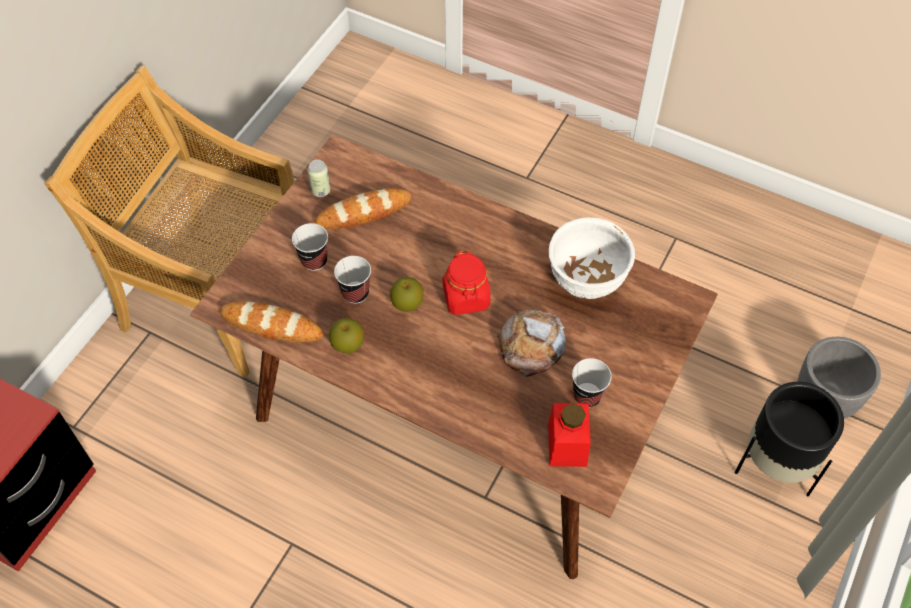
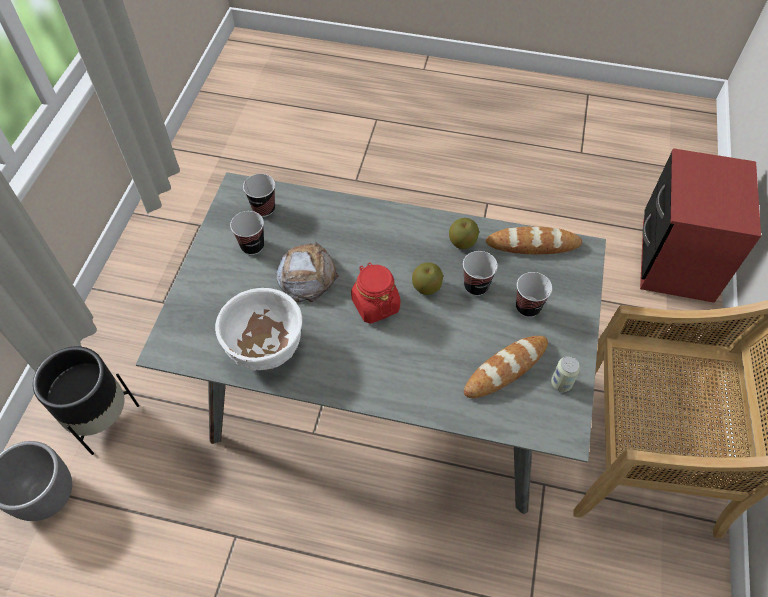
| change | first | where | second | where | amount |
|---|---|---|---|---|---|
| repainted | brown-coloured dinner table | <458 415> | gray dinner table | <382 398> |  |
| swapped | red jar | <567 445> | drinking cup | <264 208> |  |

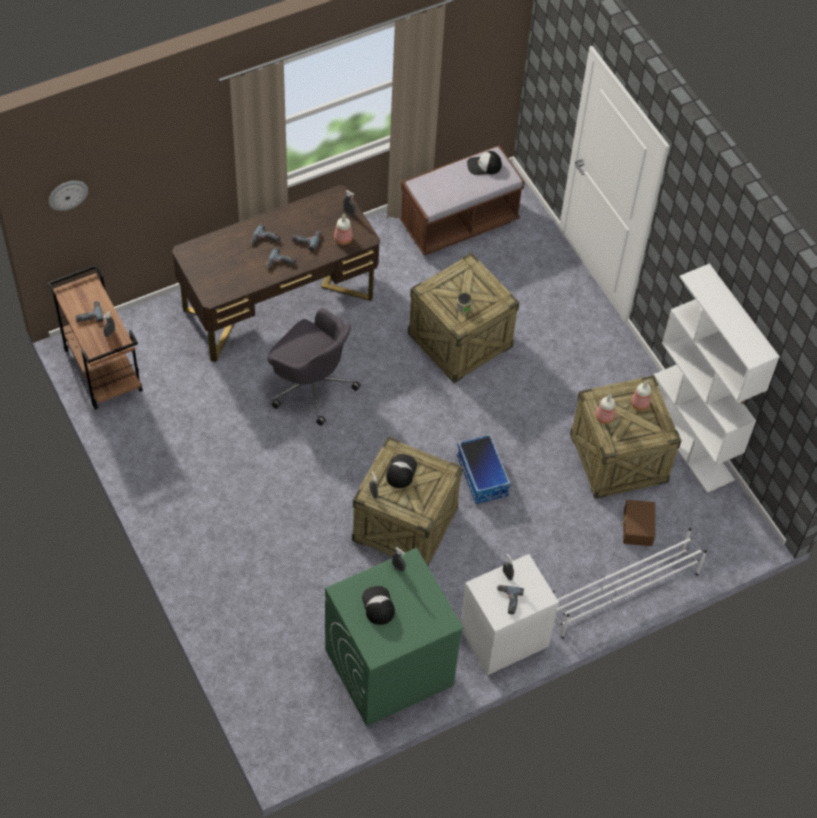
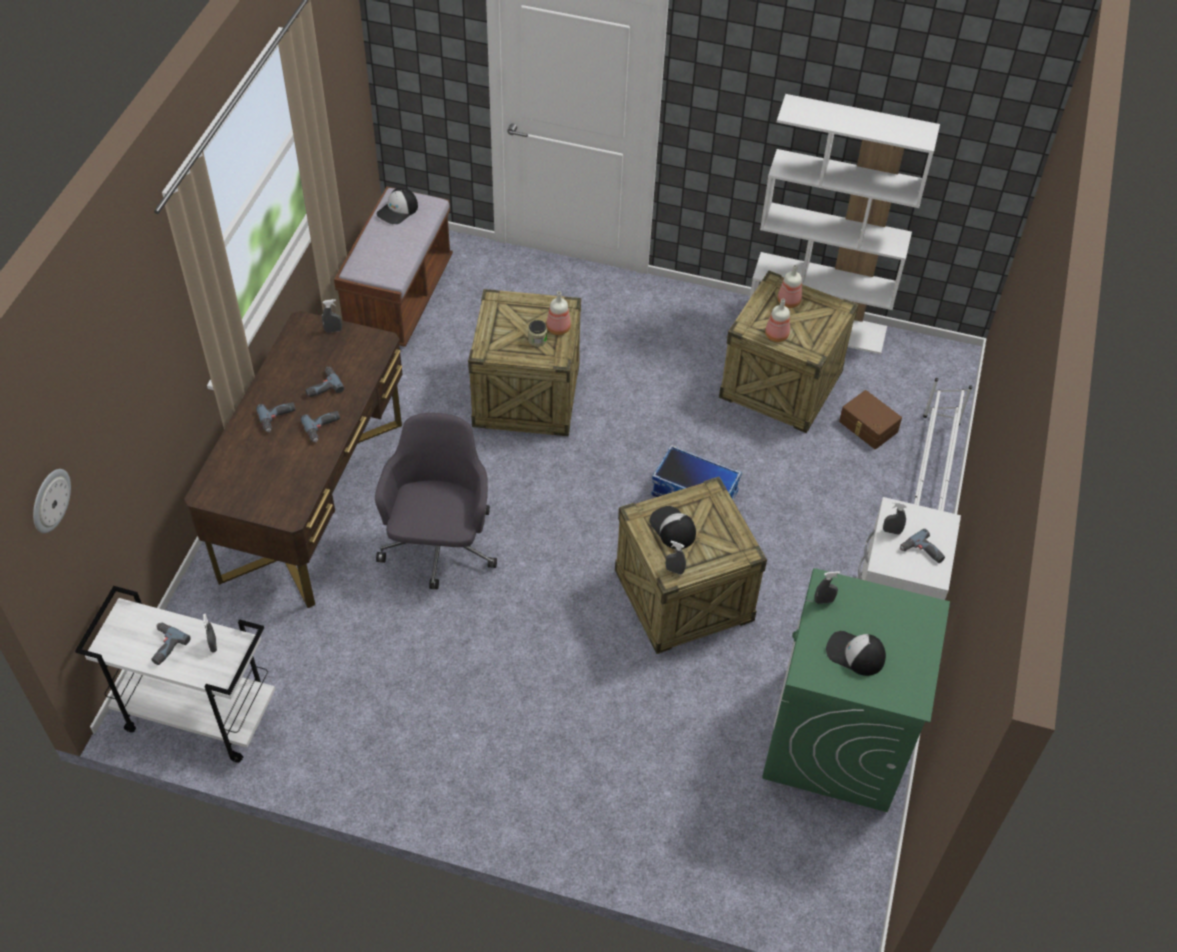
| change | first | where | second | where | amount |
|---|---|---|---|---|---|
| repainted | brown-coloured trolley | <102 369> | white-coloured trolley | <197 715> |  |
| rotated | gray office chair | <311 385> |  | <440 547> | 75 degrees counterclockwise |
| shifted | drink bottle | <342 239> |  | <558 329> |  |

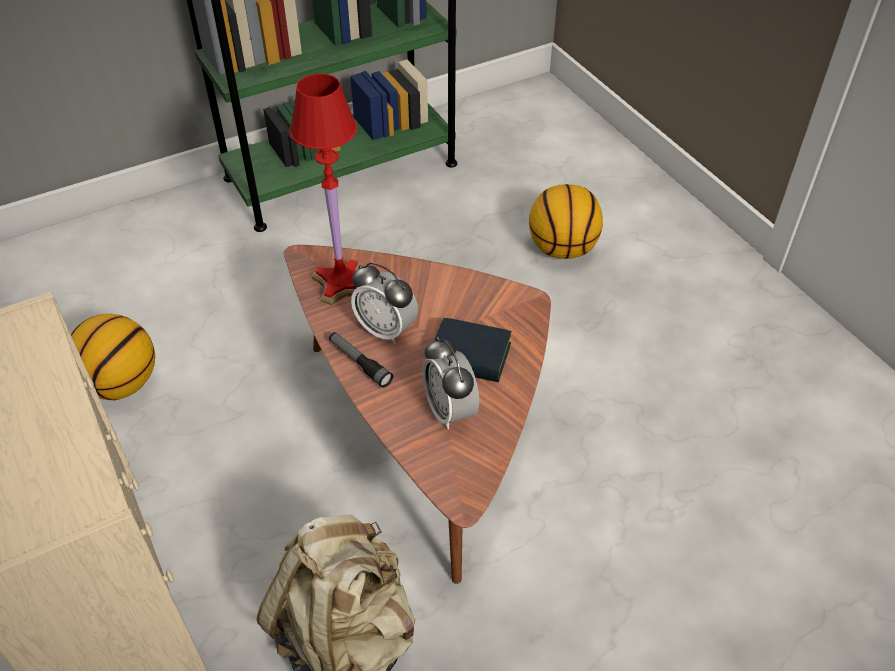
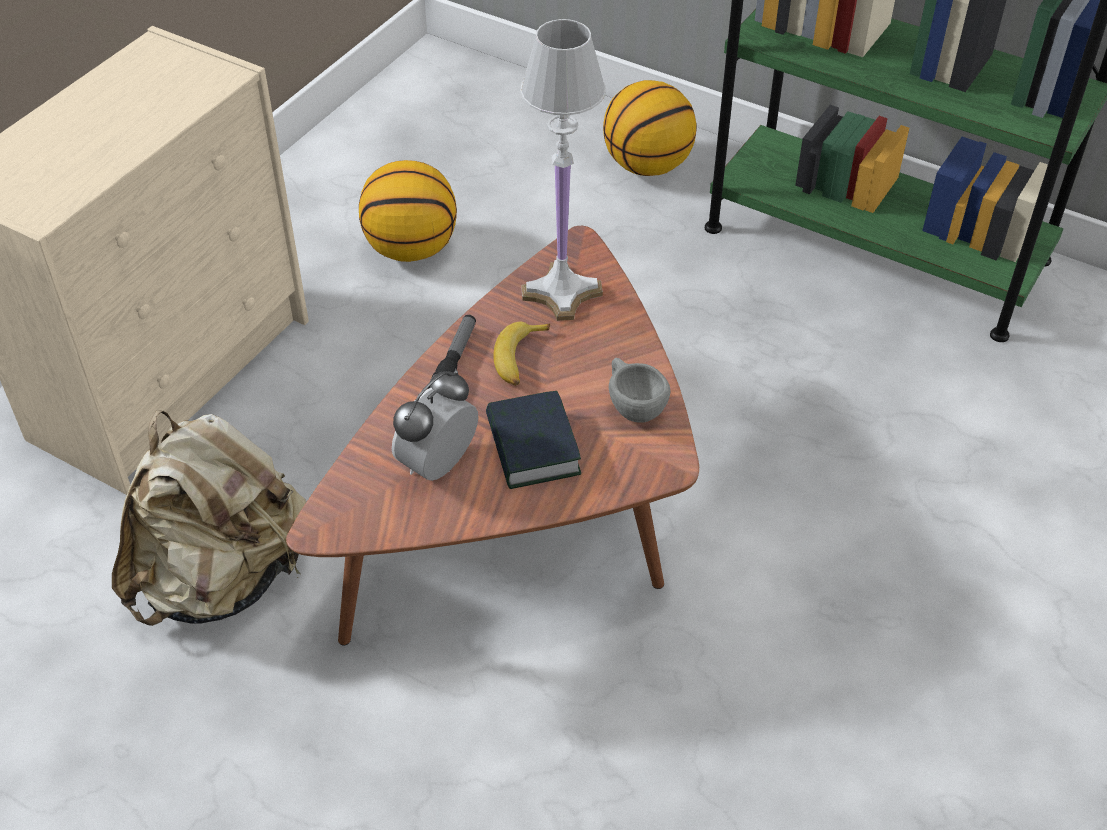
| change | first | where | second | where | amount |
|---|---|---|---|---|---|
| swapped | alarm clock | <386 329> | whole banana | <520 359> |  |
| repainted | red lamp for a table | <340 284> | white-coloured lamp for a table | <561 292> |  |
| shifted | basketball ball | <562 249> |  | <647 165> |  |
| new |  |  | gray drinking cup | <633 405> |  |

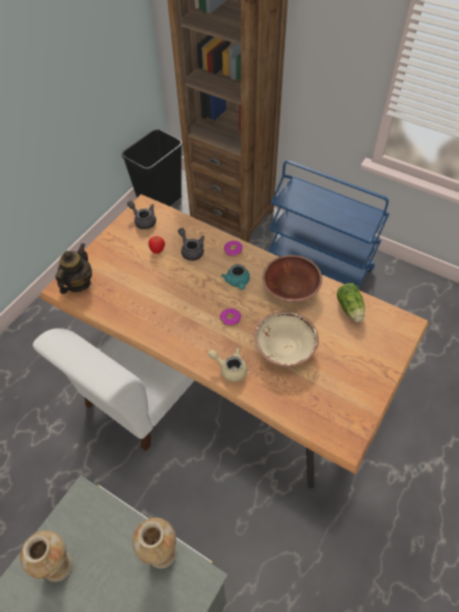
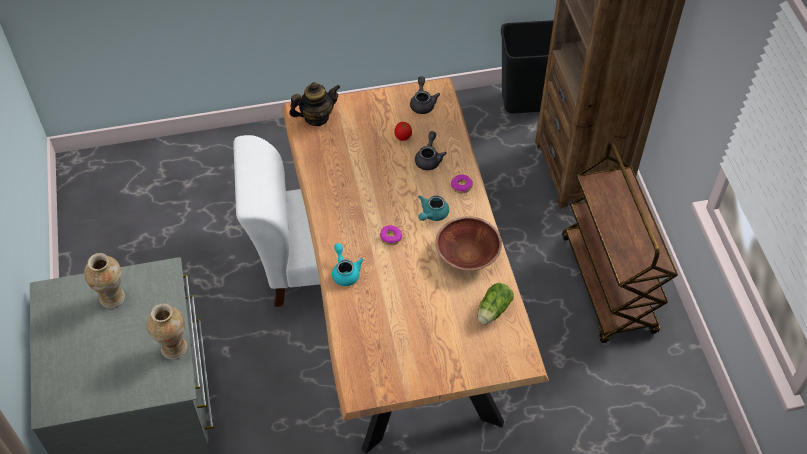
| change | first | where | second | where | amount |
|---|---|---|---|---|---|
| repainted | sand-coloured tea pot | <230 369> | blue-green tea pot | <345 272> |  |
| repainted | bluish trolley | <319 264> | brown-coloured trolley | <608 285> |  |
| gone | sand-coloured deep dish | <285 347> |  |  |  |

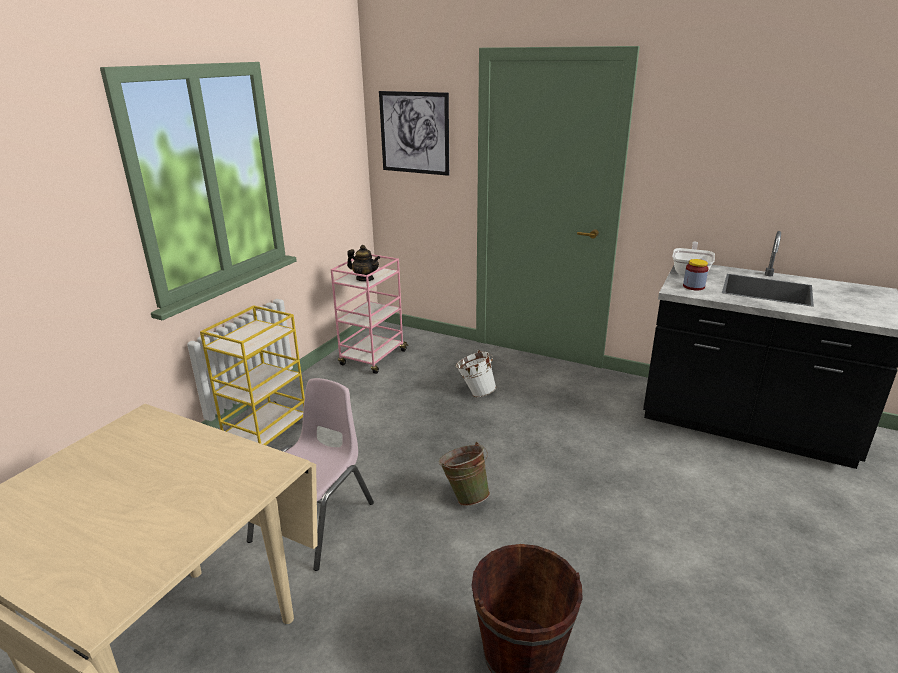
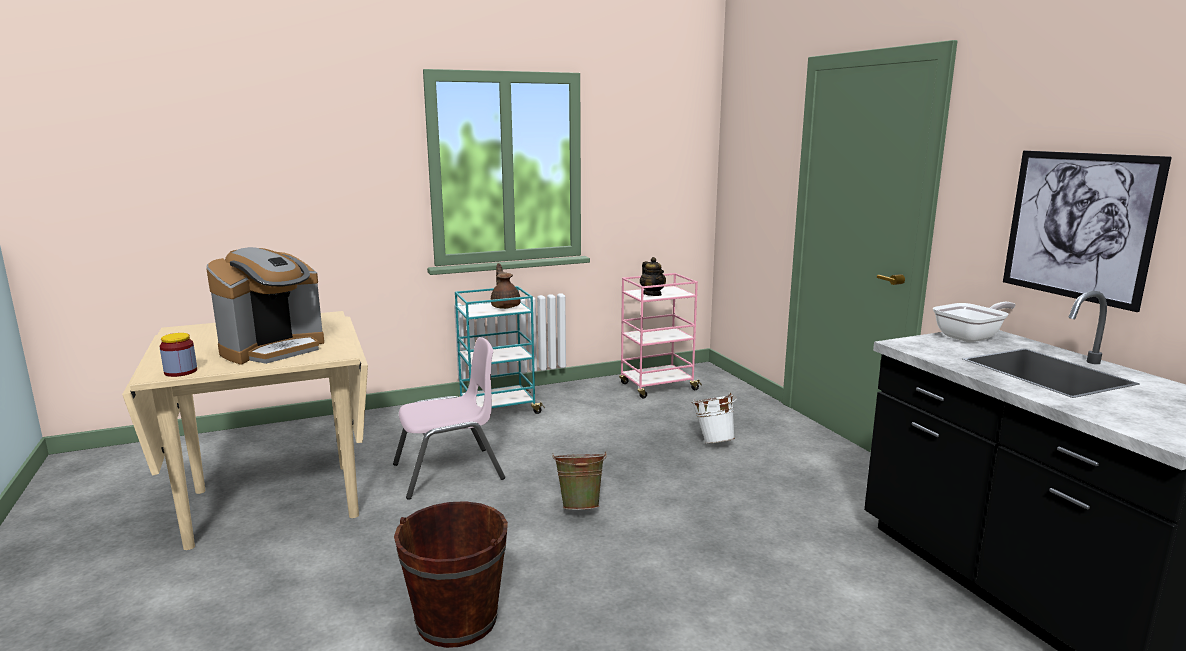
| change | first | where | second | where | amount |
|---|---|---|---|---|---|
| shifted | jar | <693 286> |  | <181 372> |  |
| new |  |  | coffee machine | <274 349> |  |
| repainted | yellow-coloured trolley | <268 435> | blue-green trolley | <498 410> |  |
| new |  |  | brown-coloured tea pot | <505 306> |  |
| shifted | wall art | <414 133> |  | <1078 226> |  |

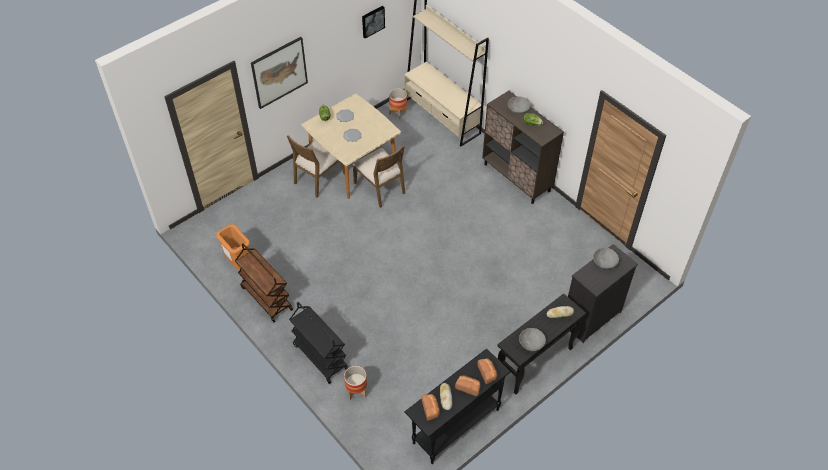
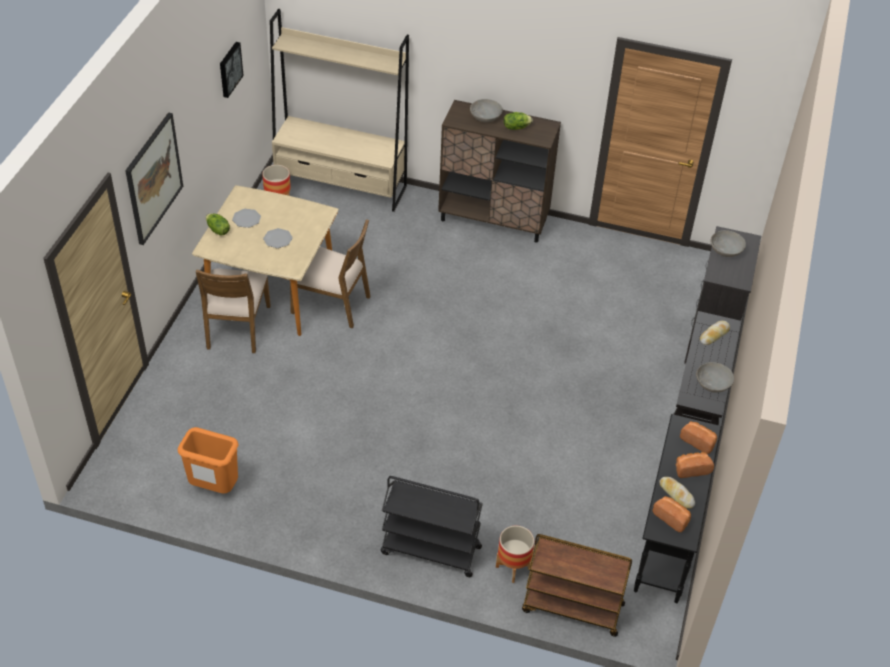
| change | first | where | second | where | amount |
|---|---|---|---|---|---|
| shifted | brown-coloured trolley | <266 298> |  | <571 608> |  |

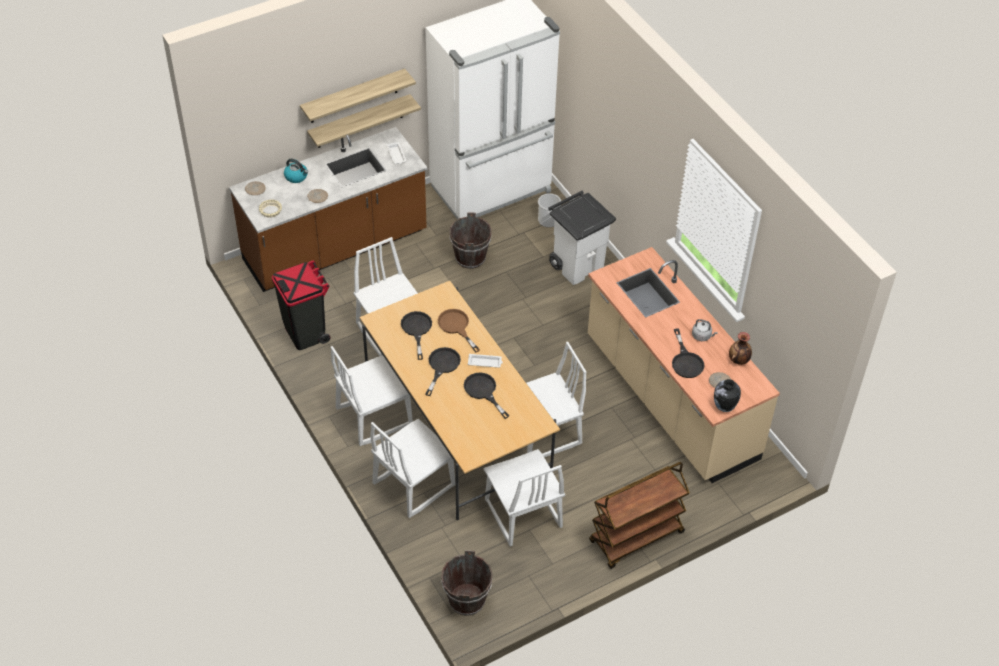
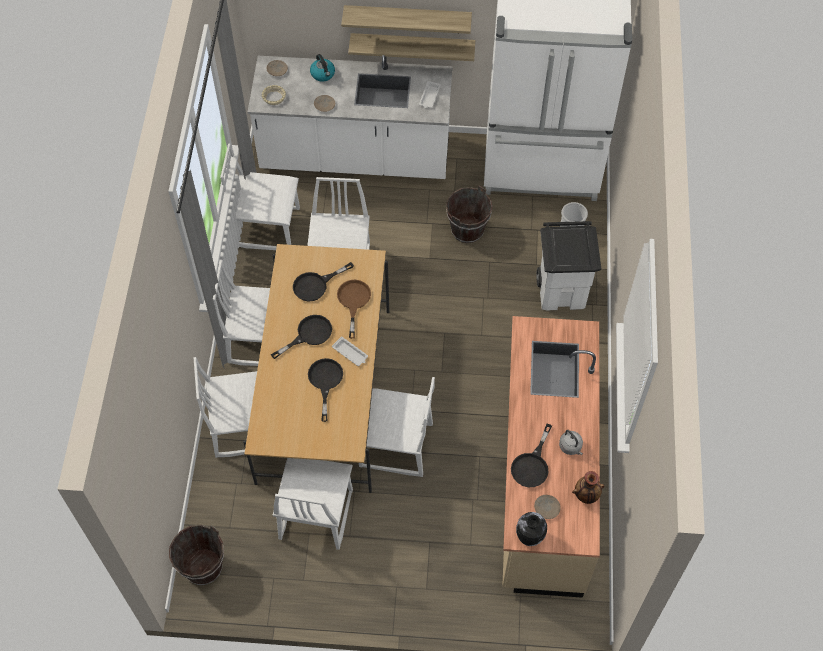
| change | first | where | second | where | amount |
|---|---|---|---|---|---|
| swapped | black rubbish bin | <305 332> | white-coloured plain chair | <267 226> |  |
| repainted | brown-coloured counter | <335 248> | white-coloured counter | <355 157> |  |
| rotated | black pan | <416 330> |  | <316 285> | 150 degrees counterclockwise |
| gone | brown-coloured trolley | <636 538> |  |  |  |

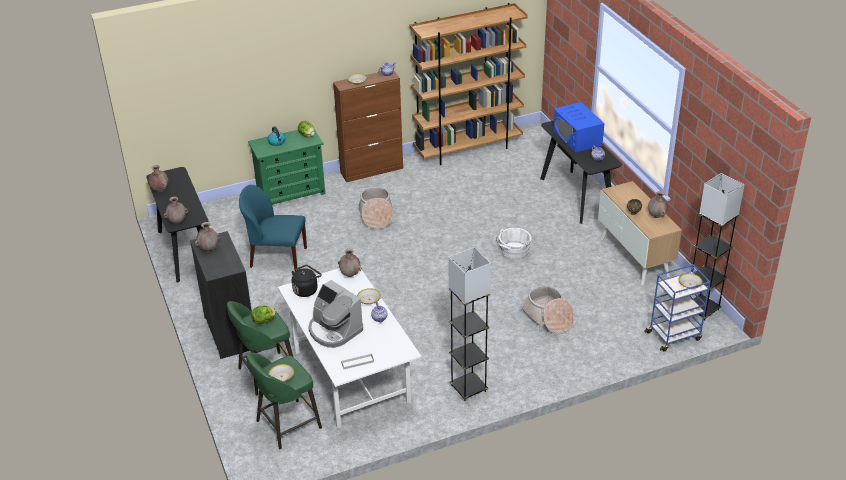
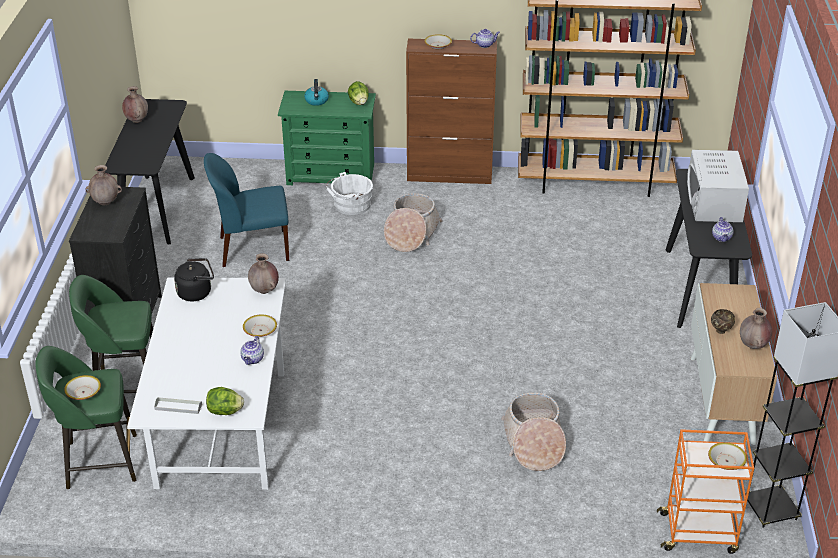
| change | first | where | second | where | amount |
|---|---|---|---|---|---|
| rotated | bluish plain chair | <277 257> |  | <252 249> | 45 degrees counterclockwise |
| shifted | head of lettuce | <264 321> |  | <225 411> |  |
| shifted | white-coloured water bucket | <513 252> |  | <350 205> |  |
| repainted | bluish trolley | <674 336> | orange trolley | <699 533> |  |
| repainted | bluish kitchen microwave | <577 138> | white-coloured kitchen microwave | <714 202> |  |
| gone | brown-coloured decorative vase | <177 222> |  |  |  |
| gone | coffee machine | <334 330> |  |  |  |
| gone | gray standard lamp | <468 388> |  |  |  |

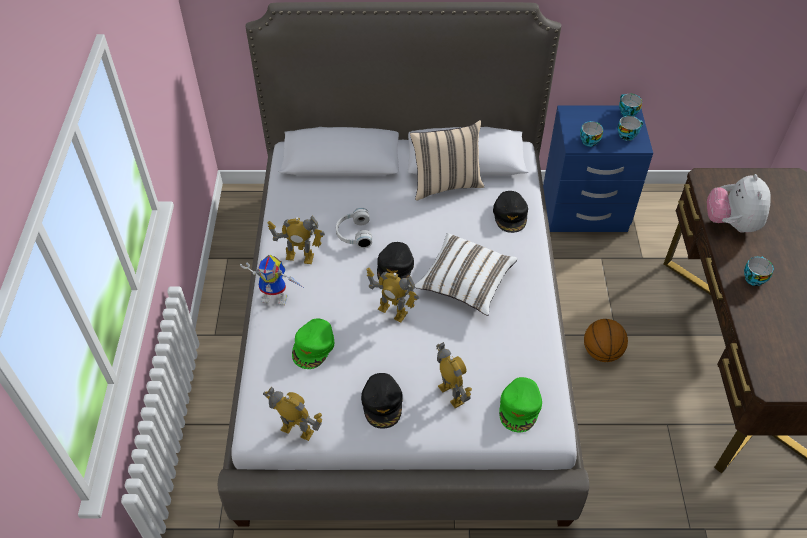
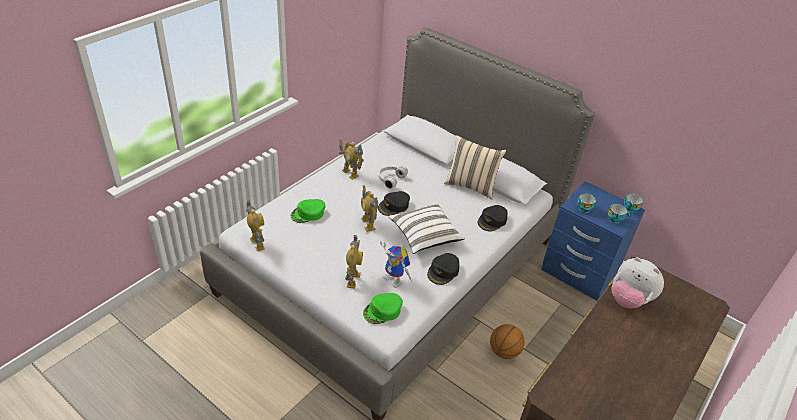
| change | first | where | second | where | amount |
|---|---|---|---|---|---|
| shifted | model robot | <277 296> |  | <396 280> |  |
| shifted | black baseball cap | <382 403> |  | <443 271> |  |
| rotated | cuddly toy | <731 224> |  | <629 300> | 90 degrees counterclockwise |
| gone | drinking cup | <753 277> |  |  |  |

